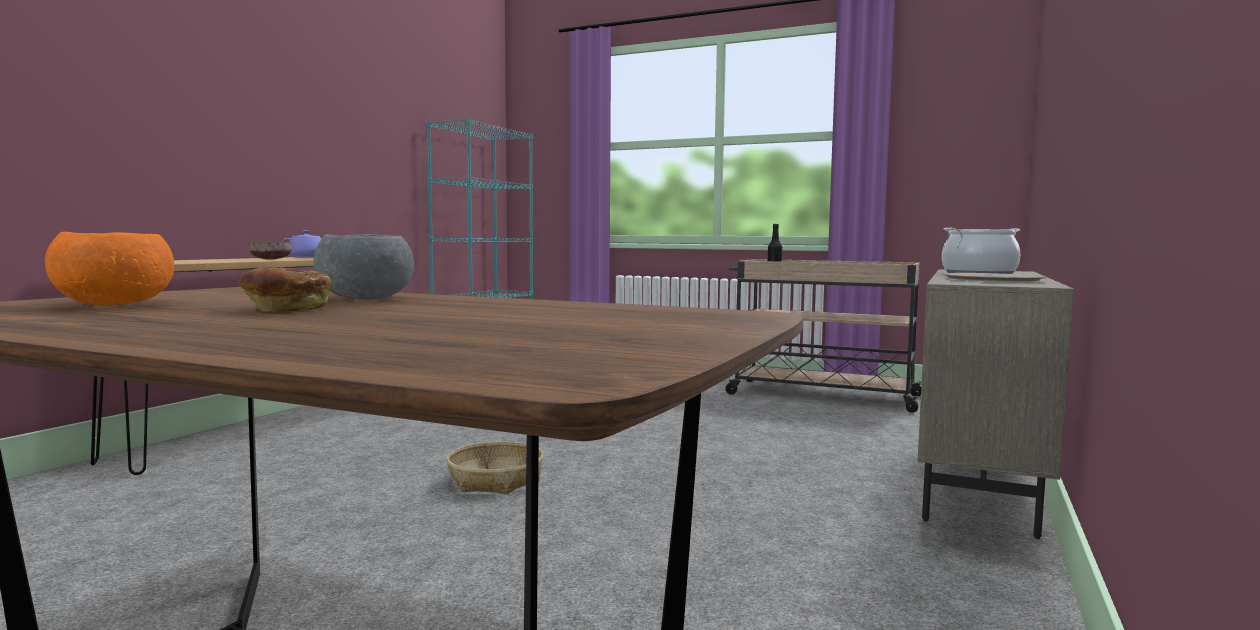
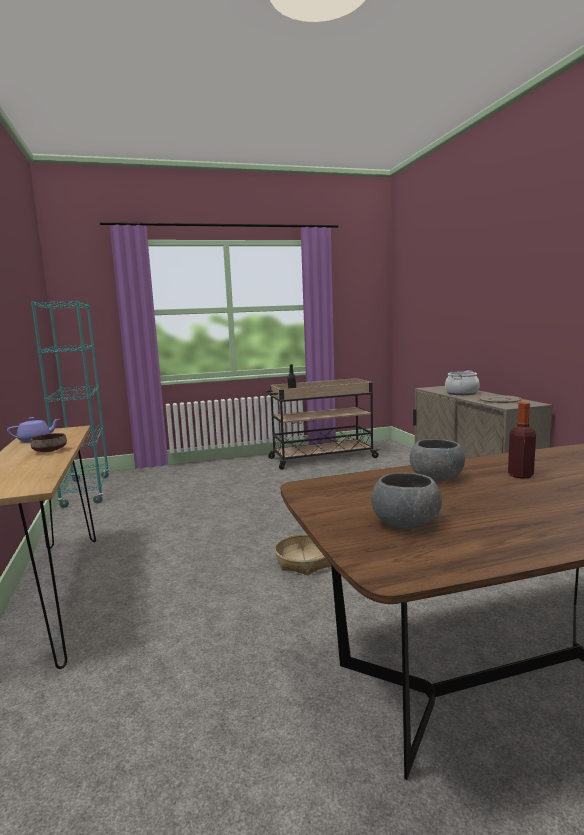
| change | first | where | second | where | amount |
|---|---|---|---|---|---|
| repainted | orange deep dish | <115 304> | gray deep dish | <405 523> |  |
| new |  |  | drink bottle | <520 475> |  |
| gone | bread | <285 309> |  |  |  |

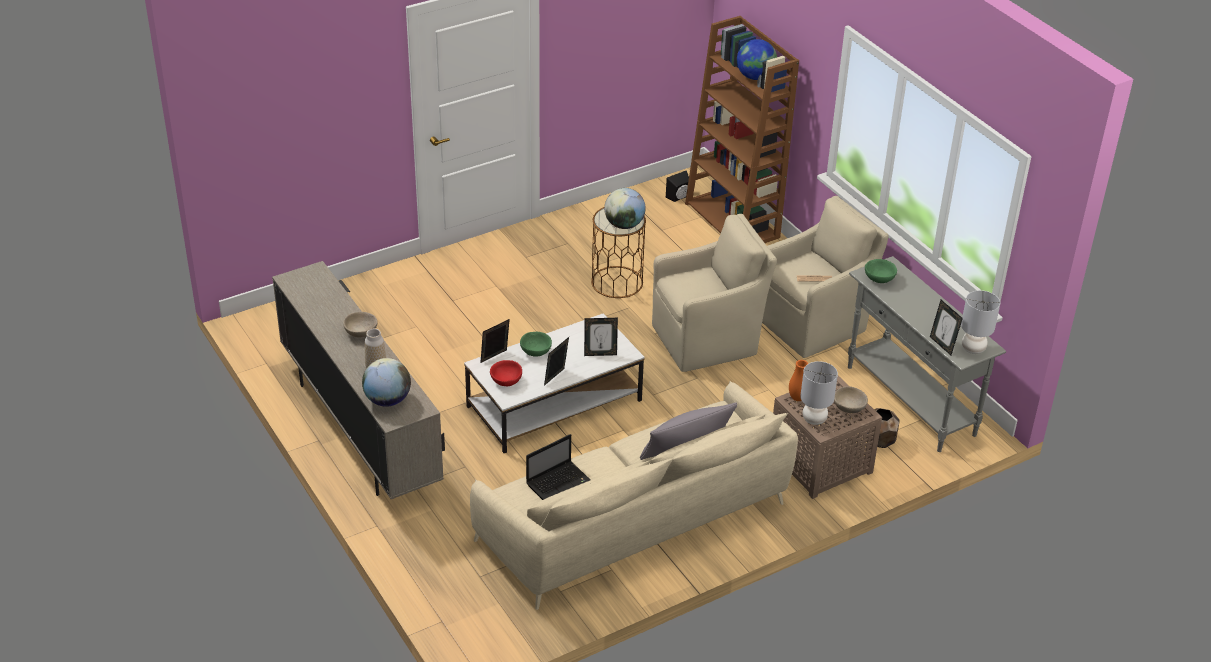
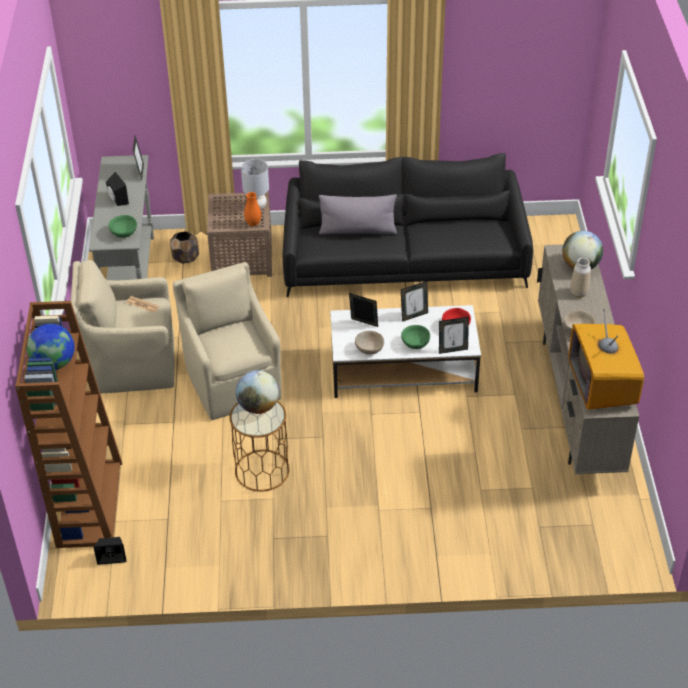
| change | first | where | second | where | amount |
|---|---|---|---|---|---|
| new |  |  | black loudspeaker | <117 200> |  |
| rotated | sand-coloured armchair | <708 340> |  | <232 381> | 60 degrees clockwise |
| repainted | sand-coloured sofa | <637 521> | black sofa | <404 263> |  |
| shifted | sand-coloured deep dish | <848 408> |  | <369 349> |  |
| new |  |  | TV set | <602 386> |  |
| gone | notebook computer | <559 482> |  |  |  |
| gone | gray lamp for a table | <973 349> |  |  |  |

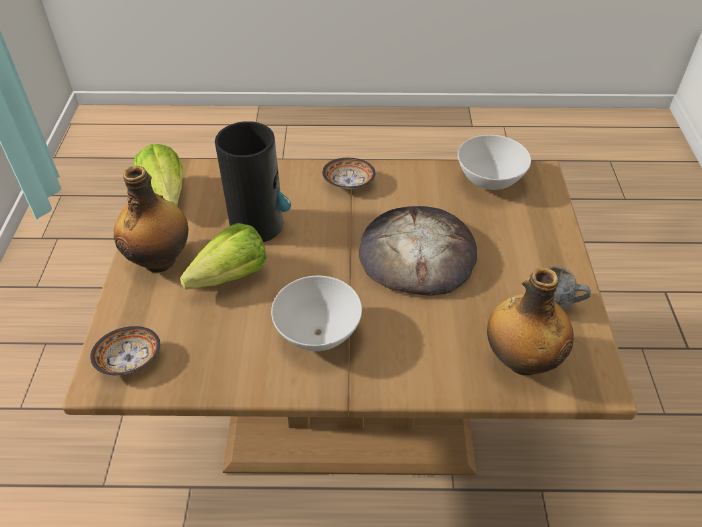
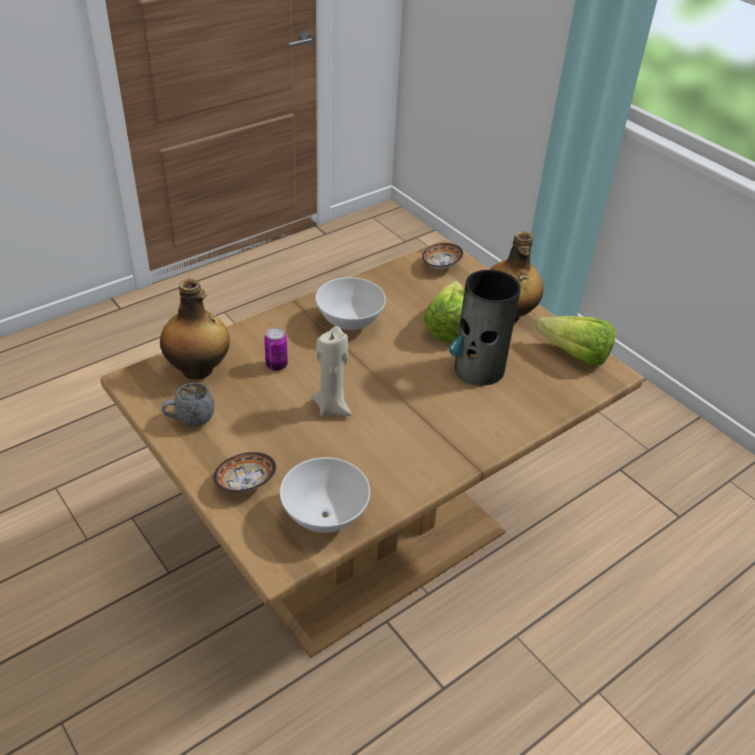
| change | first | where | second | where | amount |
|---|---|---|---|---|---|
| shifted | deep dish | <348 183> |  | <246 483> |  |
| new |  |  | can | <276 365> |  |
| swapped | bread | <417 254> | sand-coloured wax light | <332 407> |  |

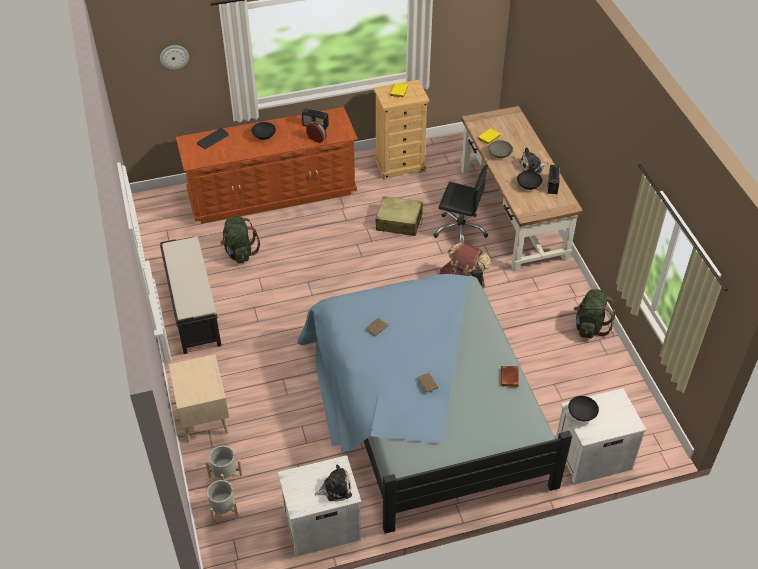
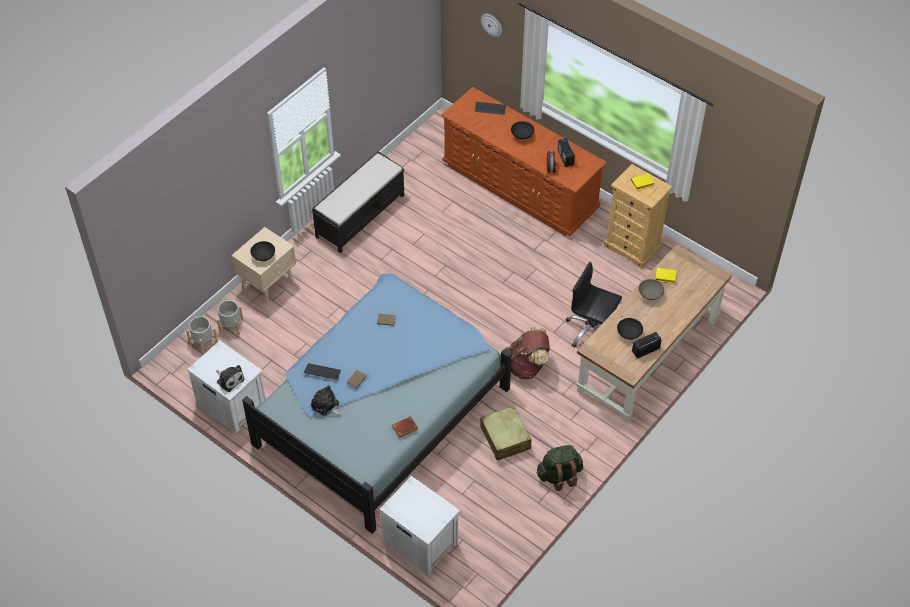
| change | first | where | second | where | amount |
|---|---|---|---|---|---|
| shifted | black deep dish | <581 415> |  | <263 256> |  |
| new |  |  | keyboard | <322 372> |  |
| shifted | cuddly toy | <532 167> |  | <326 405> |  |
| shifted | sand-coloured piece of luggage | <399 222> |  | <505 438> |  |
| rotated | black office chair | <460 230> |  | <591 330> | 135 degrees clockwise |
| gone | green backpack | <239 252> |  |  |  |

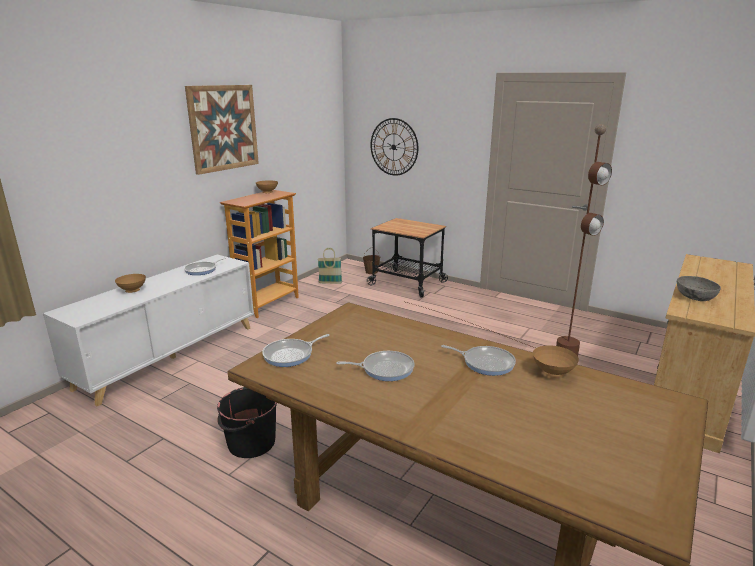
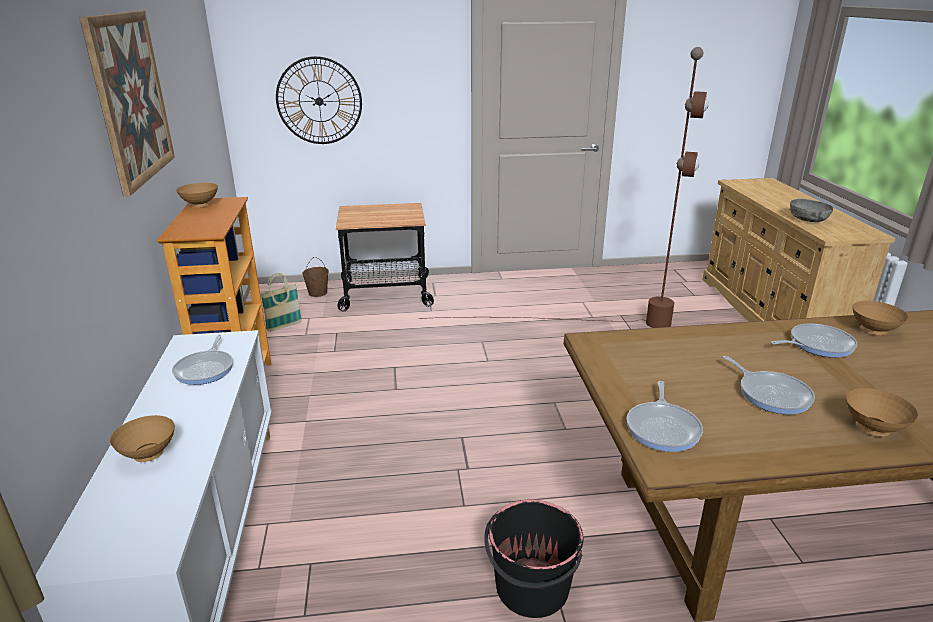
| change | first | where | second | where | amount |
|---|---|---|---|---|---|
| rotated | pan | <384 369> |  | <771 394> | 105 degrees clockwise |
| new |  |  | brown-coloured deep dish | <874 429> |  |

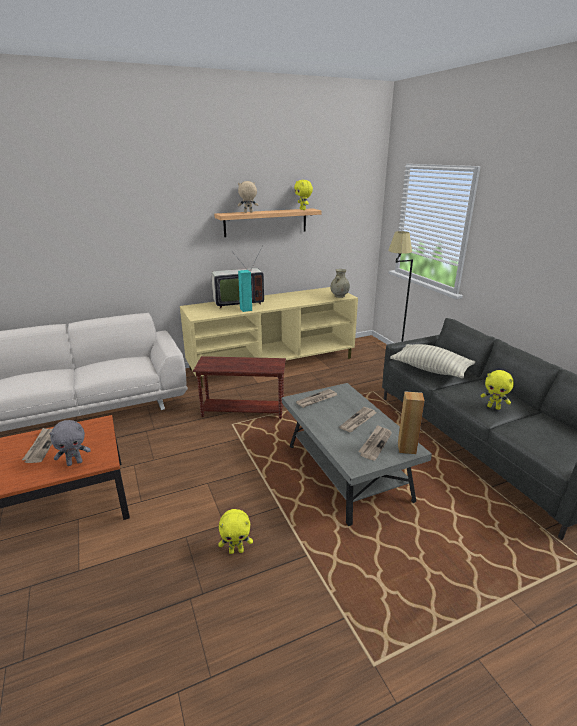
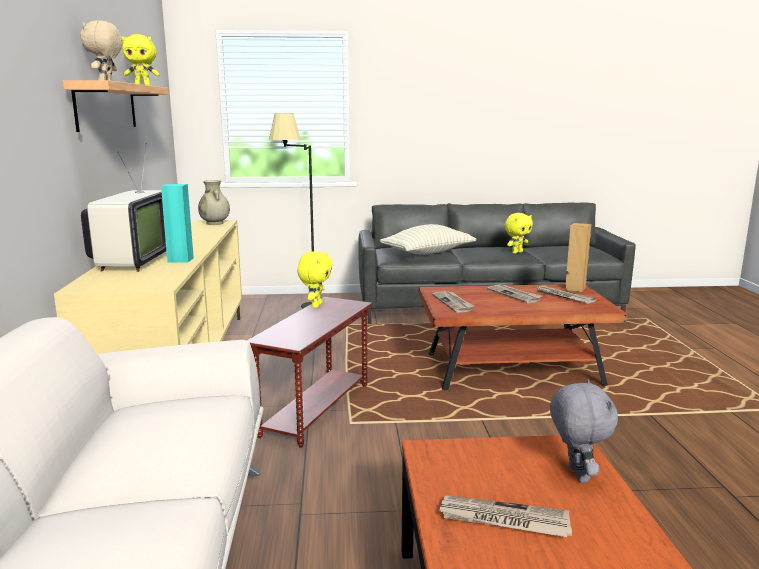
| change | first | where | second | where | amount |
|---|---|---|---|---|---|
| shifted | yellow-coloured cuddly toy | <236 550> |  | <315 305> |  |
| repainted | gray coffee table | <346 473> | brown-coloured coffee table | <512 371> |  |

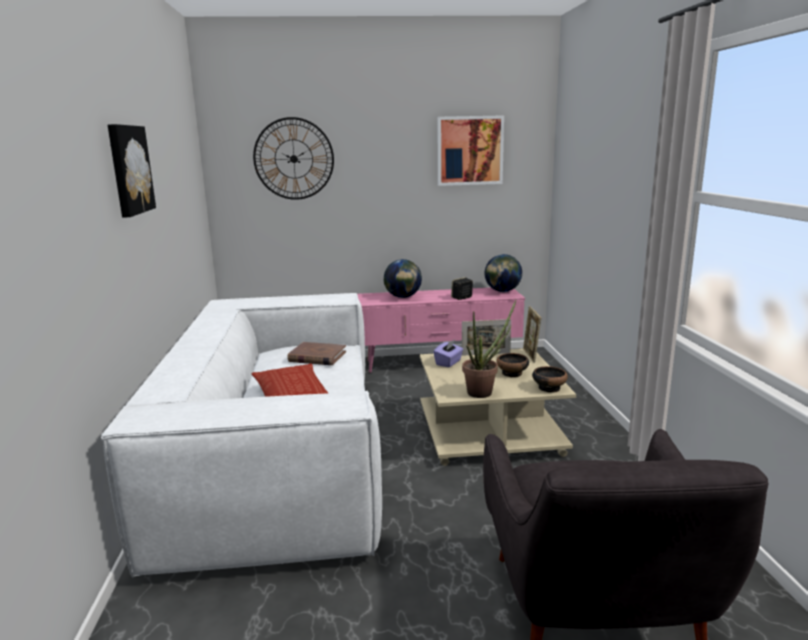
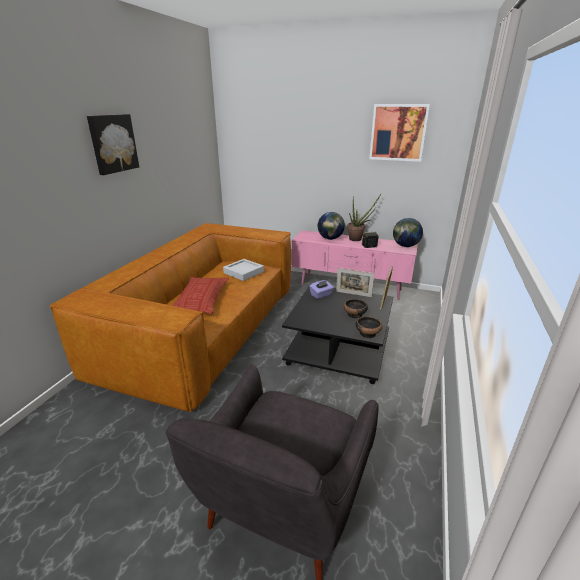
| change | first | where | second | where | amount |
|---|---|---|---|---|---|
| repainted | white-coloured sofa | <279 454> | brown-coloured sofa | <204 328> |  |
| swapped | brown-coloured book | <317 357> | gray tray | <243 272> |  |
| repainted | sand-coloured coffee table | <487 431> | black coffee table | <337 348> |  |
| shifted | plant in a pot | <484 391> |  | <358 239> |  |
| gone | hanging clock | <294 159> |  |  |  |

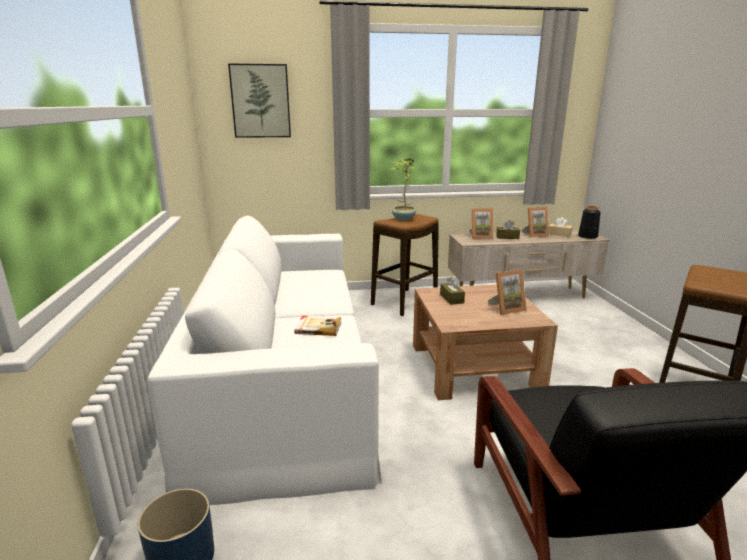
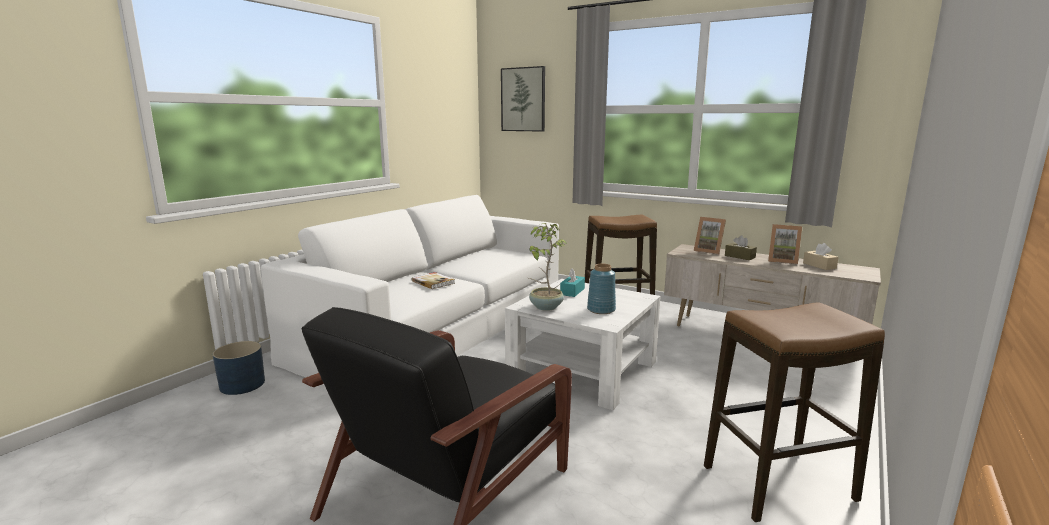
| change | first | where | second | where | amount |
|---|---|---|---|---|---|
| repainted | brown-coloured coffee table | <474 366> | white-coloured coffee table | <583 369> |  |
| shifted | plant in a pot | <403 219> |  | <545 307> |  |
| repainted | brown-coloured tissue box | <451 298> | blue-green tissue box | <572 291> |  |
| swapped | standing frame | <506 308> | bluish decorative vase | <601 310> |  |
| gone | black decorative vase | <588 236> |  |  |  |

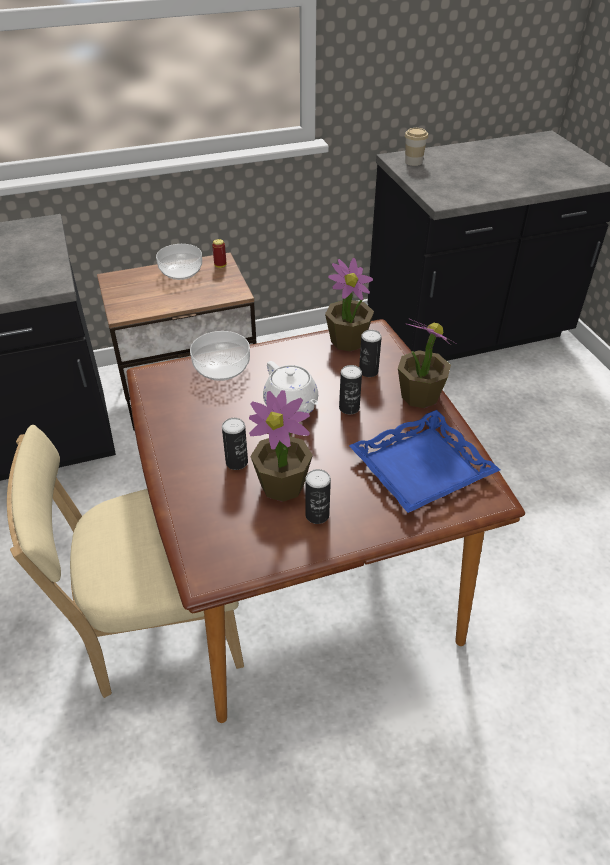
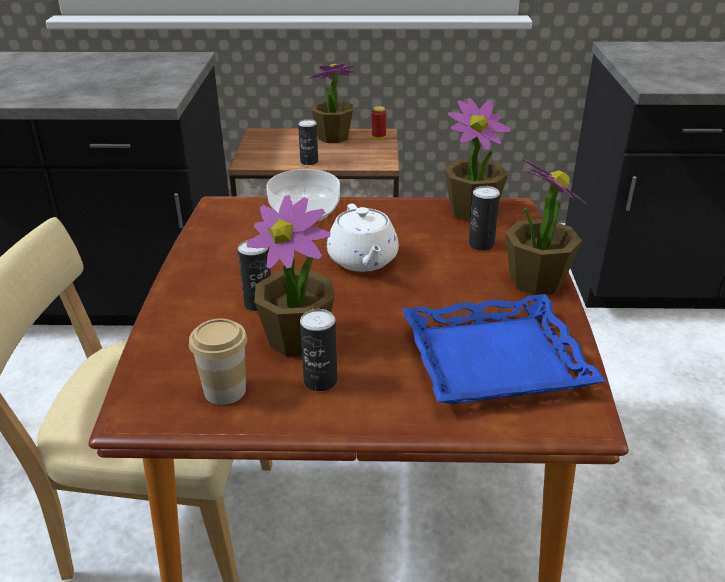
| change | first | where | second | where | amount |
|---|---|---|---|---|---|
| shifted | drinking cup | <413 162> |  | <225 390> |  |
| shifted | can | <349 408> |  | <309 162> |  |
| swapped | deep dish | <181 272> | plant in a pot | <333 137> |  |

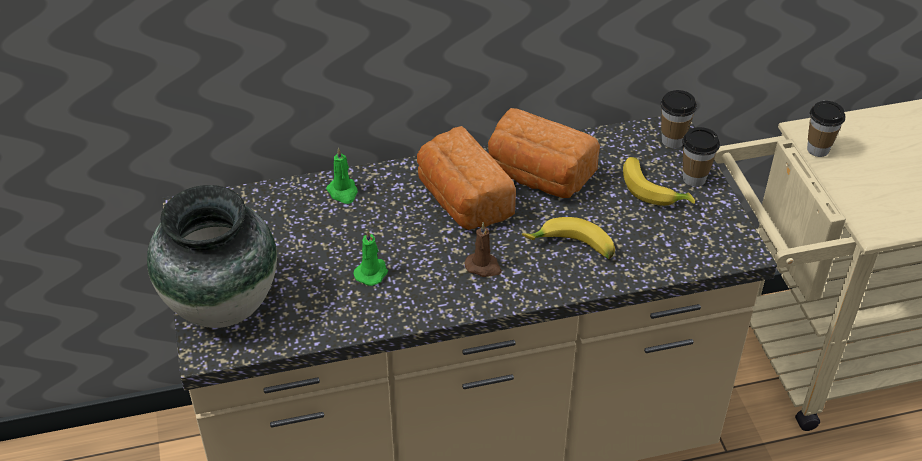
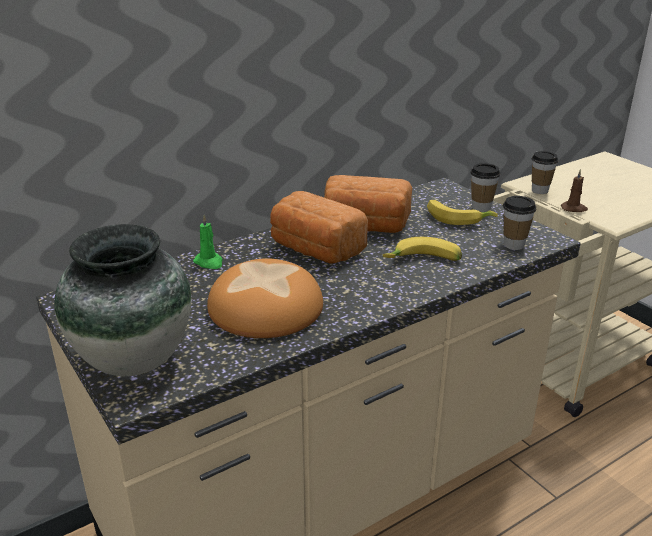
| change | first | where | second | where | amount |
|---|---|---|---|---|---|
| swapped | green wax light | <372 272> | bread | <267 308> |  |
| shifted | drinking cup | <672 140> |  | <513 245> |  |
| shifted | brown-coloured wax light | <483 266> |  | <574 209> |  |

